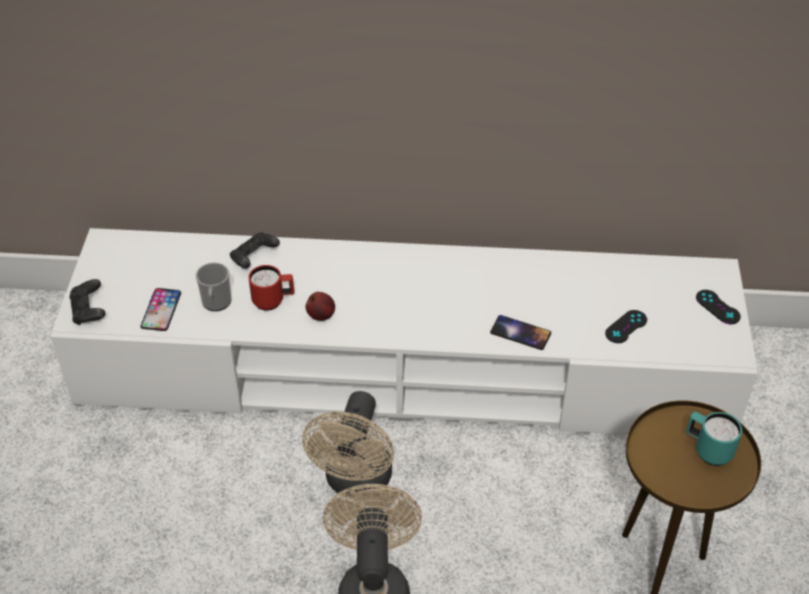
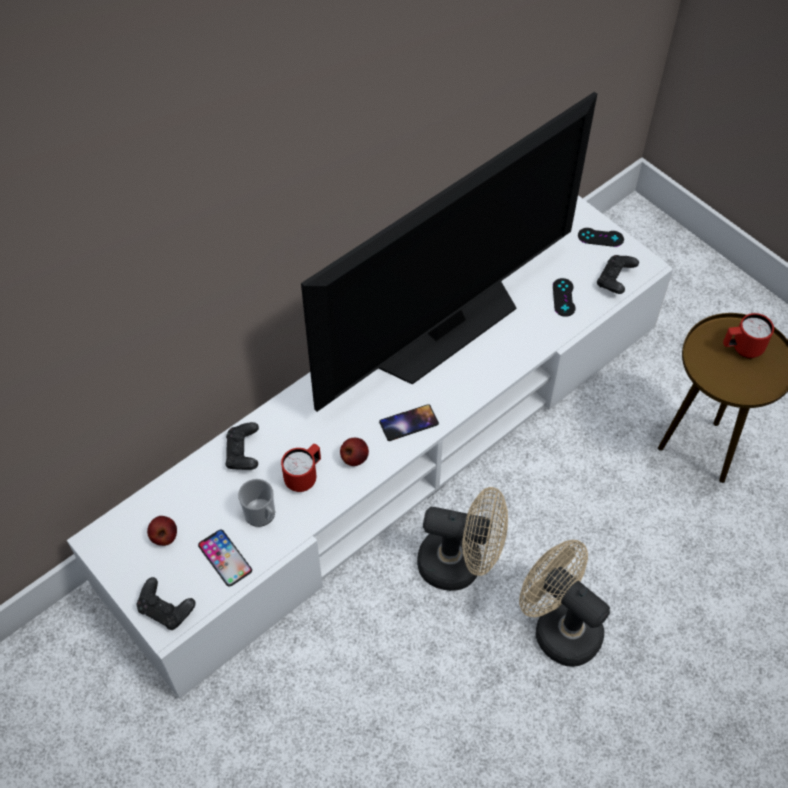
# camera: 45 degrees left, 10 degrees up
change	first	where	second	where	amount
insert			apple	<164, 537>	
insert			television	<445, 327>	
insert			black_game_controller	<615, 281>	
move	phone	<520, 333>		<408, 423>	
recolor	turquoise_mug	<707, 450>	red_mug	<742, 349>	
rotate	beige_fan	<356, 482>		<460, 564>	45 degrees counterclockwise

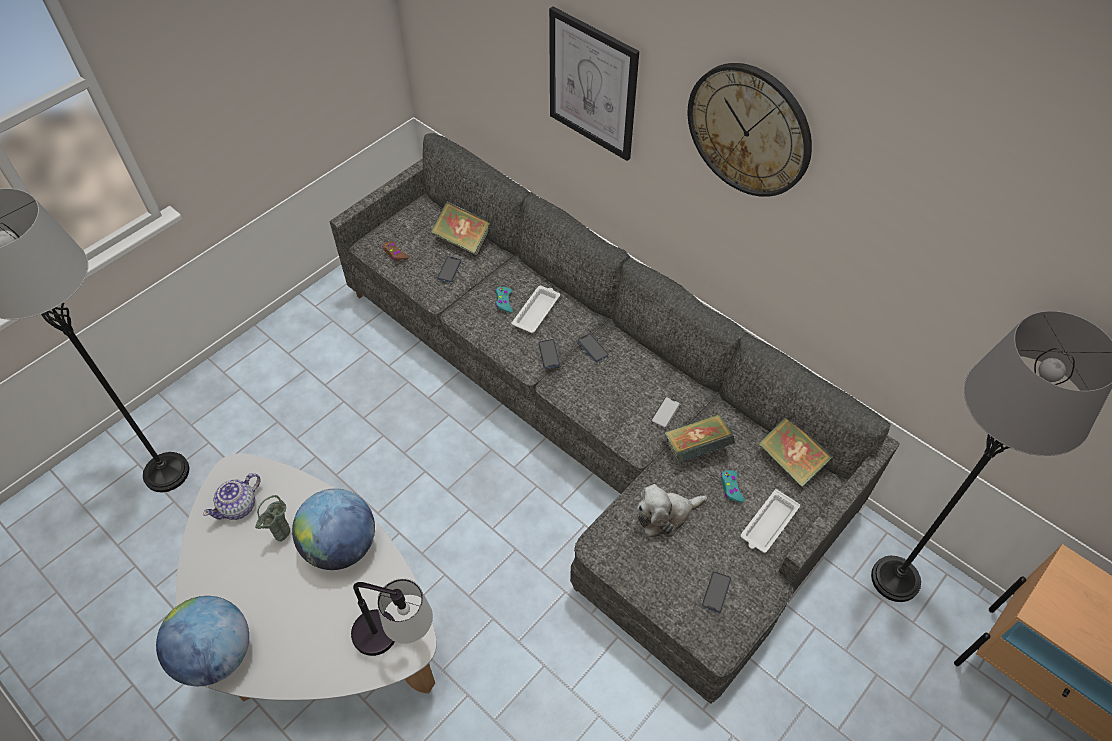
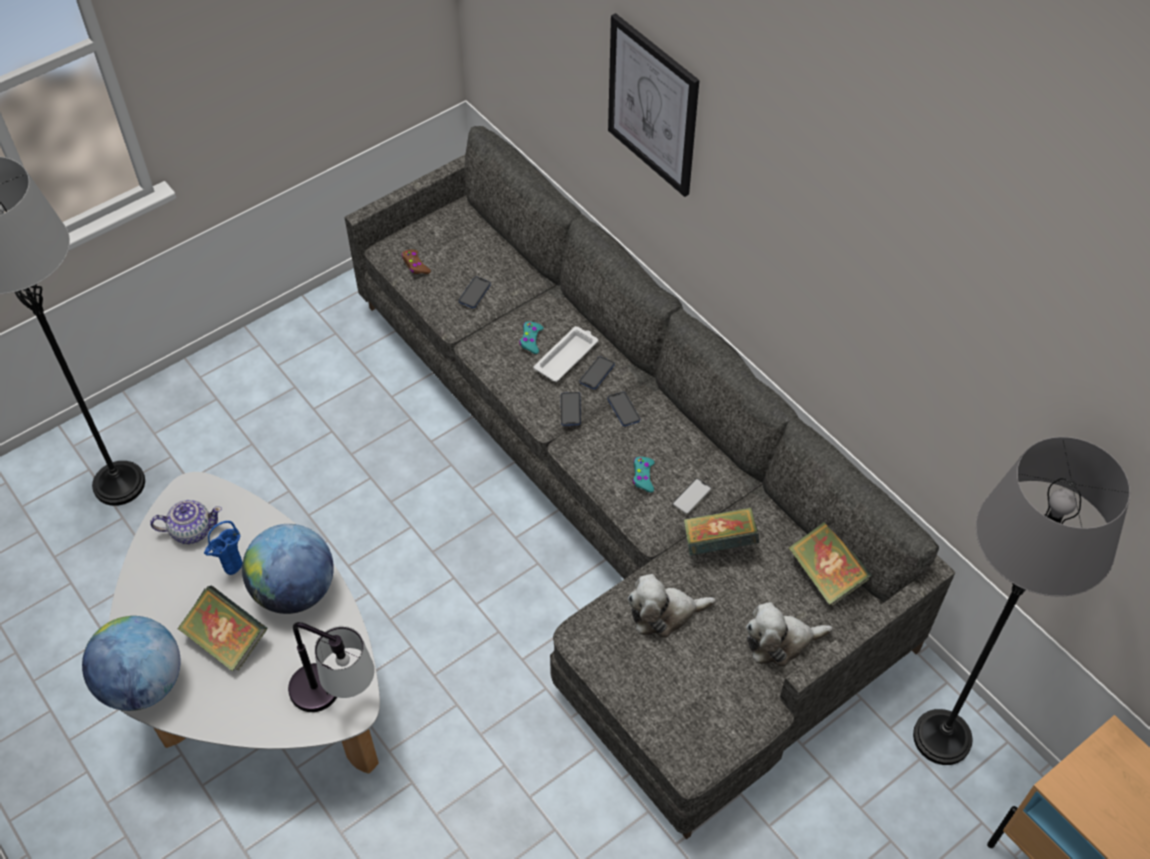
# camera: 10 degrees right, 0 degrees up
change	first	where	second	where	amount
delete	wall_clock	<749, 130>			
move	book	<463, 240>		<227, 640>	
move	phone	<716, 592>		<597, 373>	
move	turquoise_game_controller	<731, 488>		<643, 477>	
replace	white_tray	<768, 524>	plush_toy	<781, 642>	
recolor	green_vase	<283, 538>	blue_vase	<233, 572>	
rotate	teapot	<239, 506>		<191, 530>	150 degrees counterclockwise

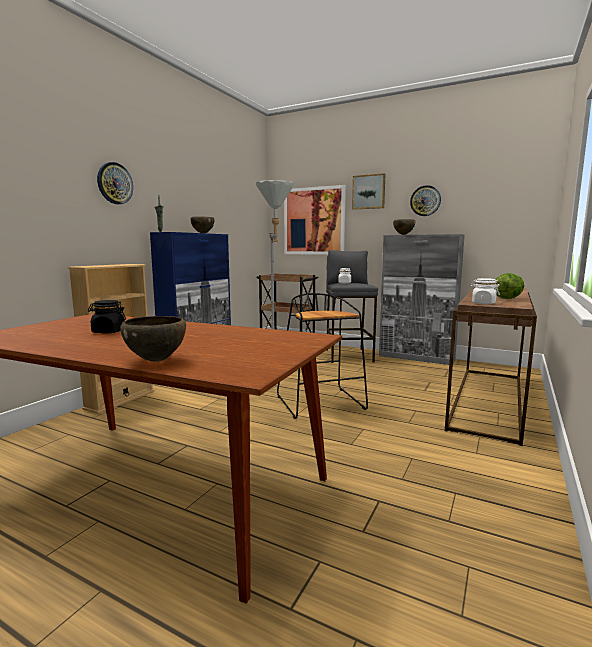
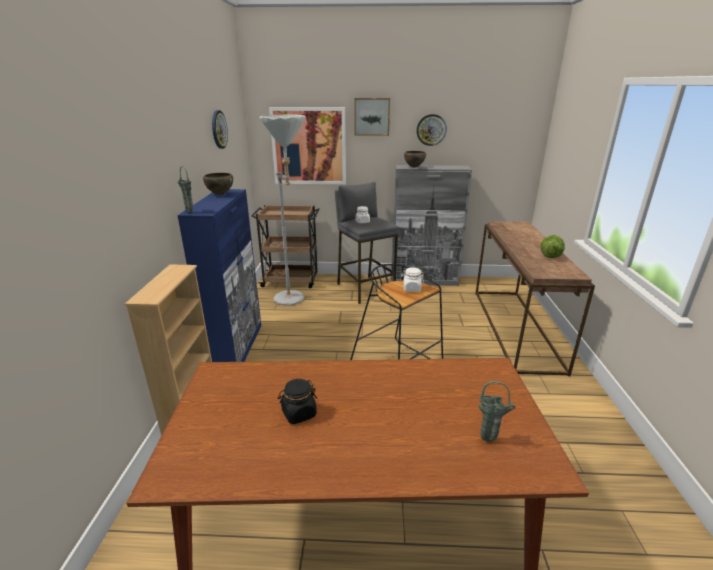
# camera: 25 degrees left, 15 degrees up
change	first	where	second	where	amount
delete	brown_bowl	<156, 360>			
insert			green_vase	<489, 440>	
move	wall_clock	<114, 183>		<218, 129>	
move	white_jar	<483, 303>		<411, 289>	

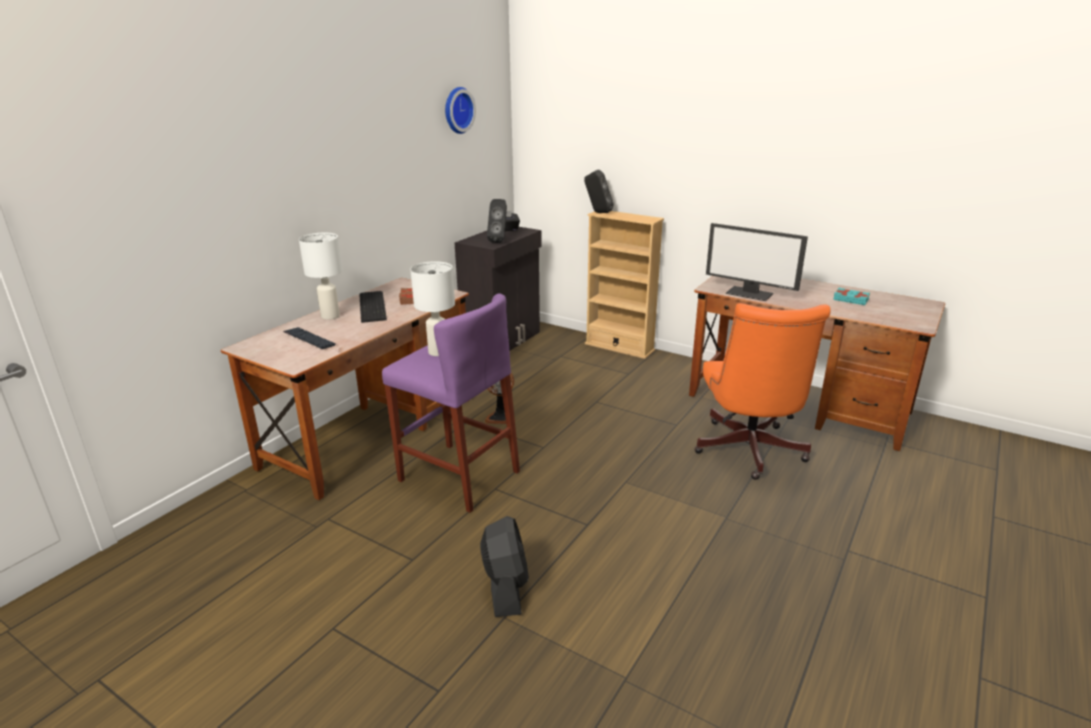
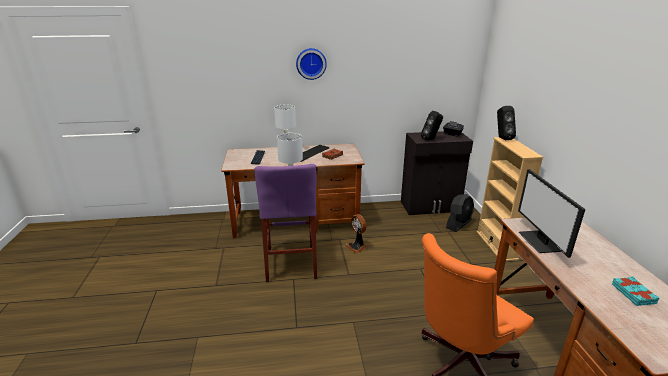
# camera: 50 degrees right, 0 degrees up
change	first	where	second	where	amount
move	wall_clock	<457, 110>		<311, 63>	
move	black_fan	<505, 587>		<458, 224>	

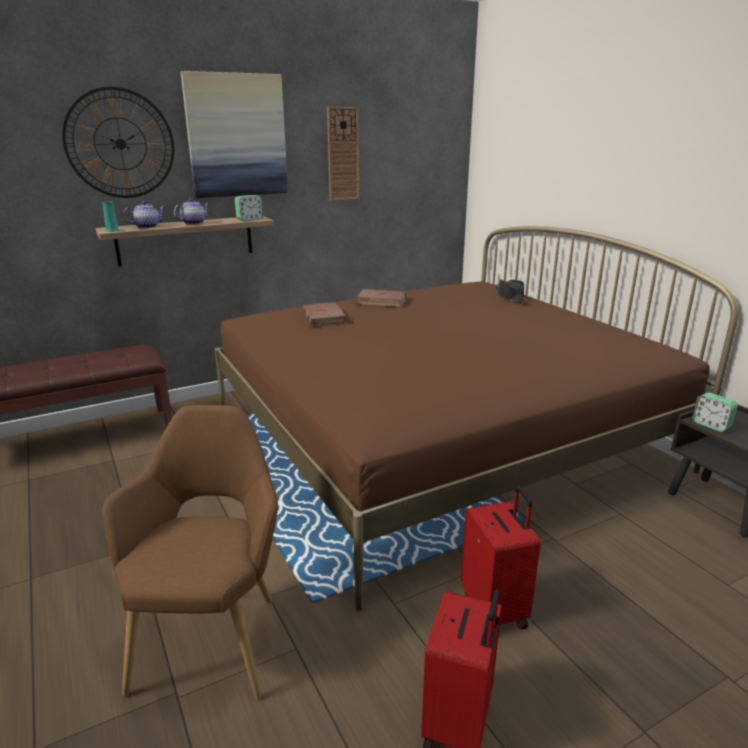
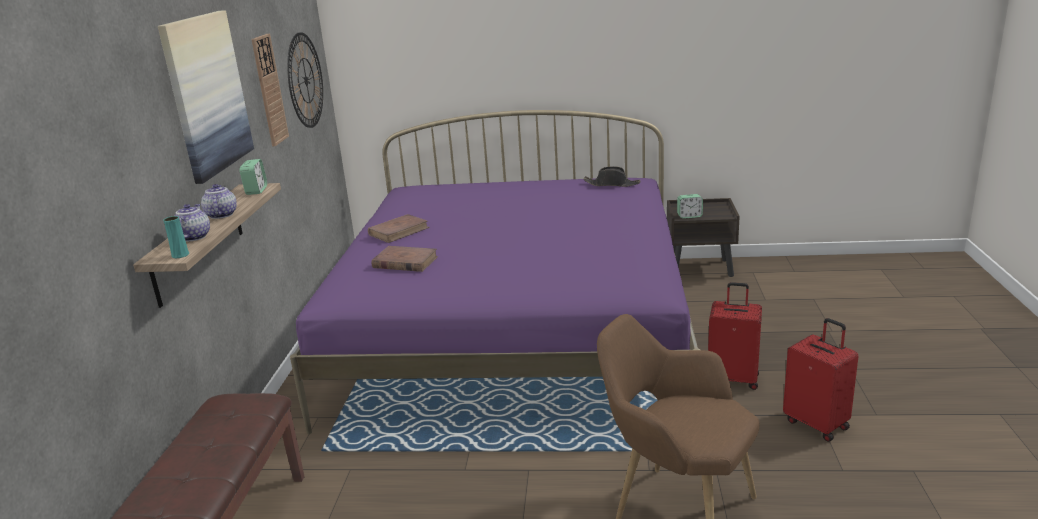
# camera: 55 degrees left, 0 degrees up
change	first	where	second	where	amount
move	wall_clock	<120, 144>		<305, 80>	
move	black_hat	<510, 297>		<612, 184>	
recolor	brown_bed	<439, 440>	purple_bed	<515, 331>	

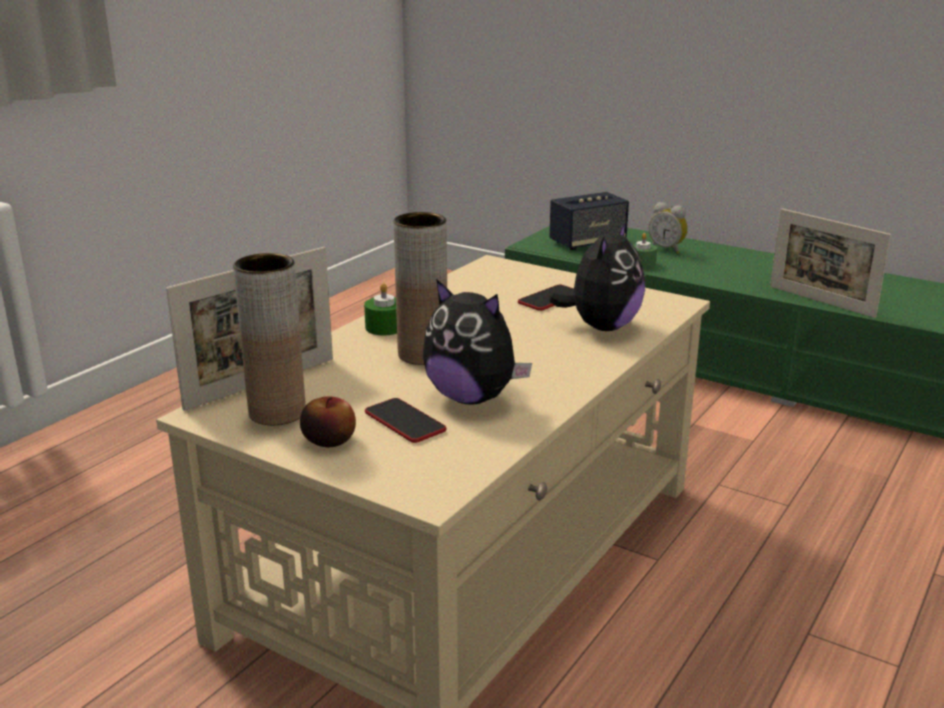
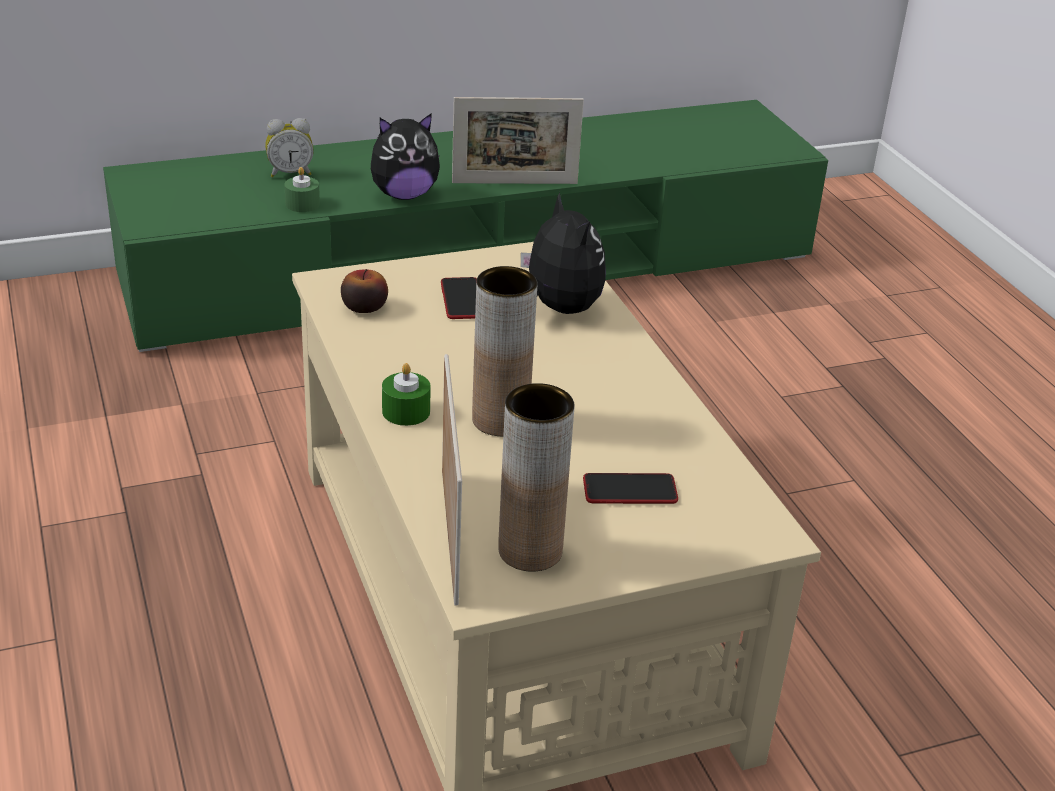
# camera: 55 degrees left, 10 degrees up
change	first	where	second	where	amount
delete	speaker	<587, 243>			
move	apple	<329, 440>		<364, 307>	
move	plush_toy	<472, 397>		<404, 195>	

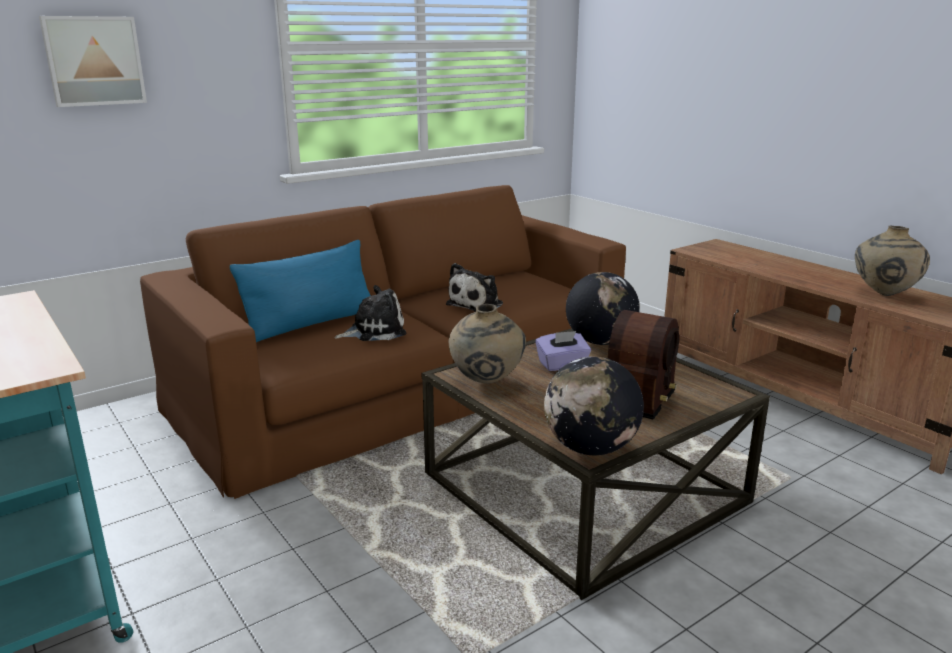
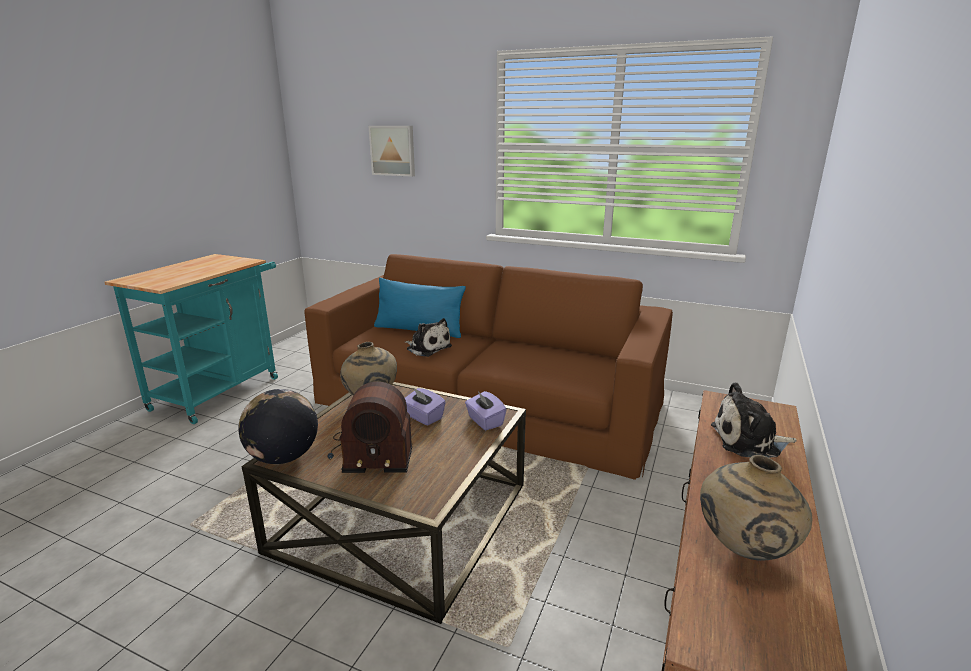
# camera: 60 degrees right, 0 degrees up
change	first	where	second	where	amount
move	plush_toy	<477, 304>		<749, 441>	
replace	globe	<600, 342>	purple_tissue_box	<485, 421>	

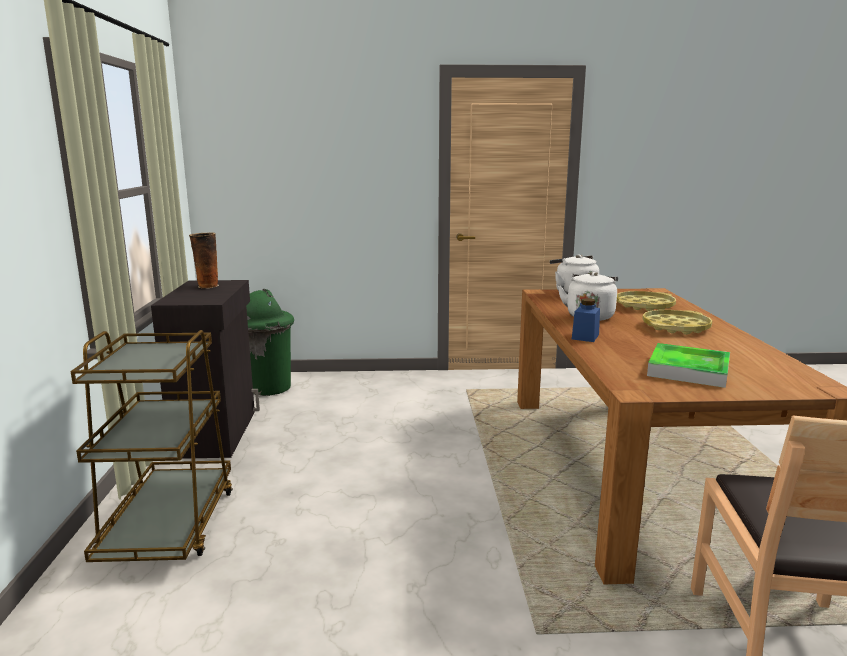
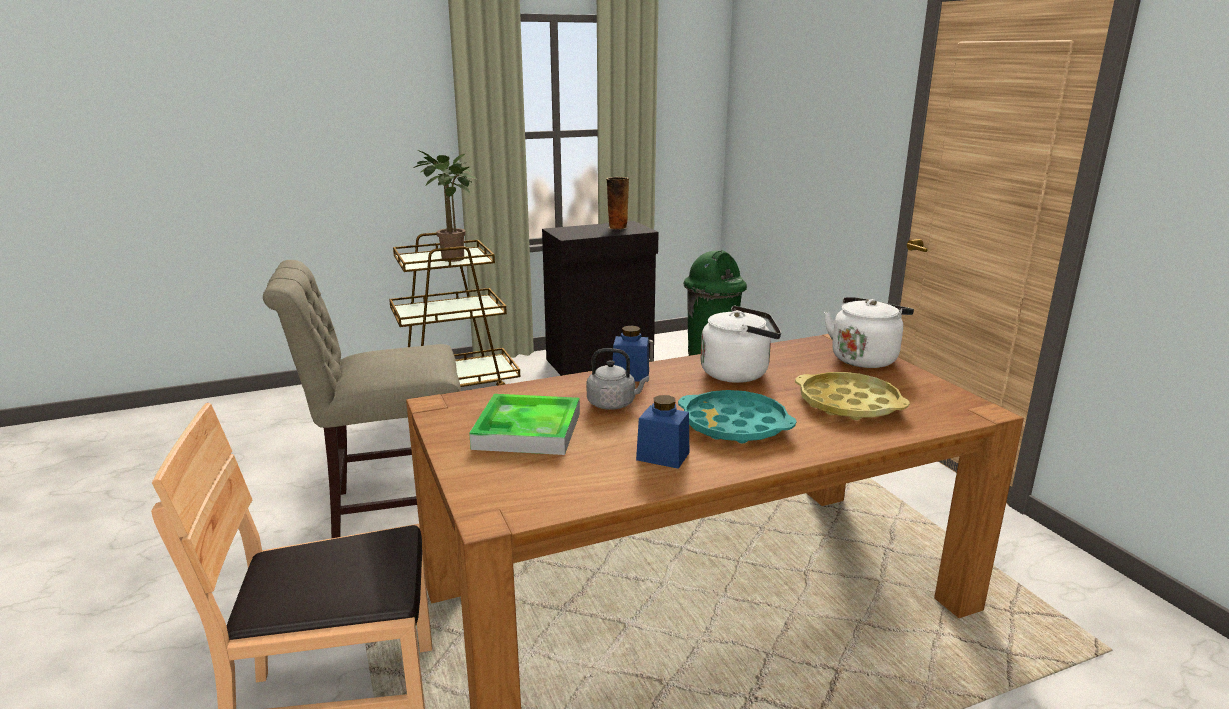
# camera: 70 degrees right, 5 degrees up
change	first	where	second	where	amount
insert			beige_chair	<390, 511>	
insert			potted_plant	<453, 260>	
insert			grey_kettle	<614, 404>	
insert			blue_jar	<663, 456>	
recolor	yellow_tray	<676, 327>	turquoise_tray	<734, 425>	

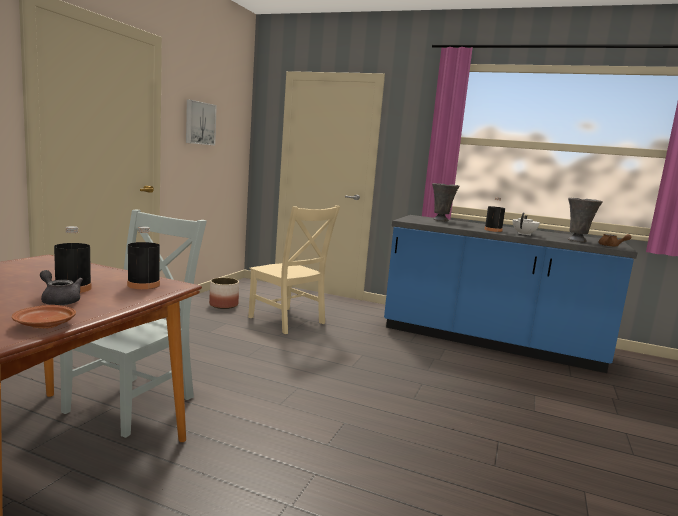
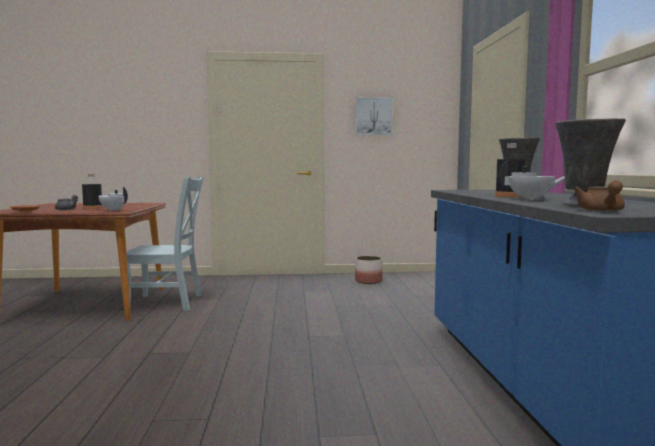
# camera: 65 degrees right, 5 degrees down
change	first	where	second	where	amount
delete	beige_chair	<288, 321>			
replace	black_bottle	<143, 285>	white_teapot	<114, 210>	

